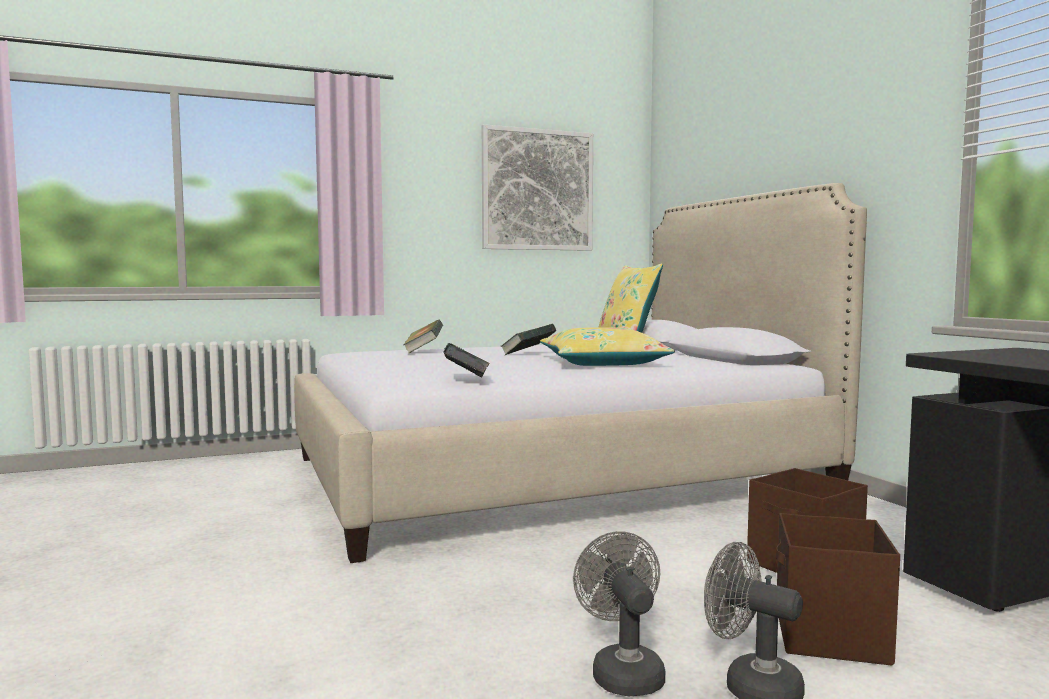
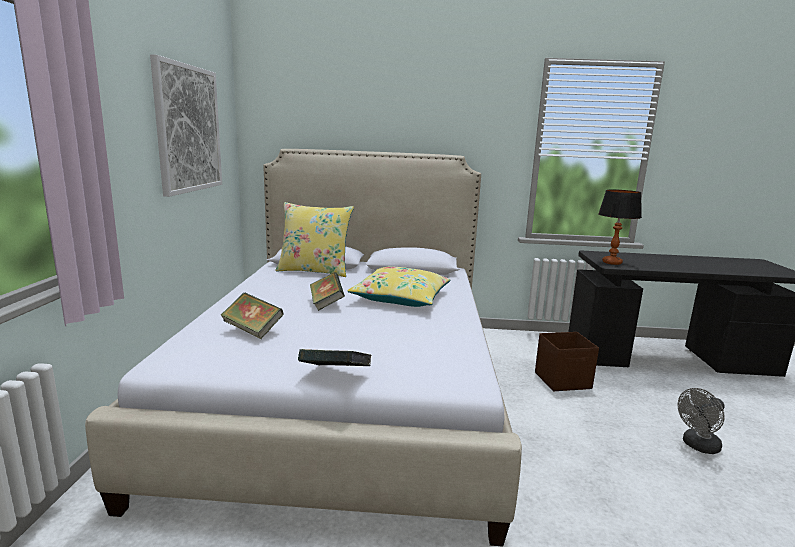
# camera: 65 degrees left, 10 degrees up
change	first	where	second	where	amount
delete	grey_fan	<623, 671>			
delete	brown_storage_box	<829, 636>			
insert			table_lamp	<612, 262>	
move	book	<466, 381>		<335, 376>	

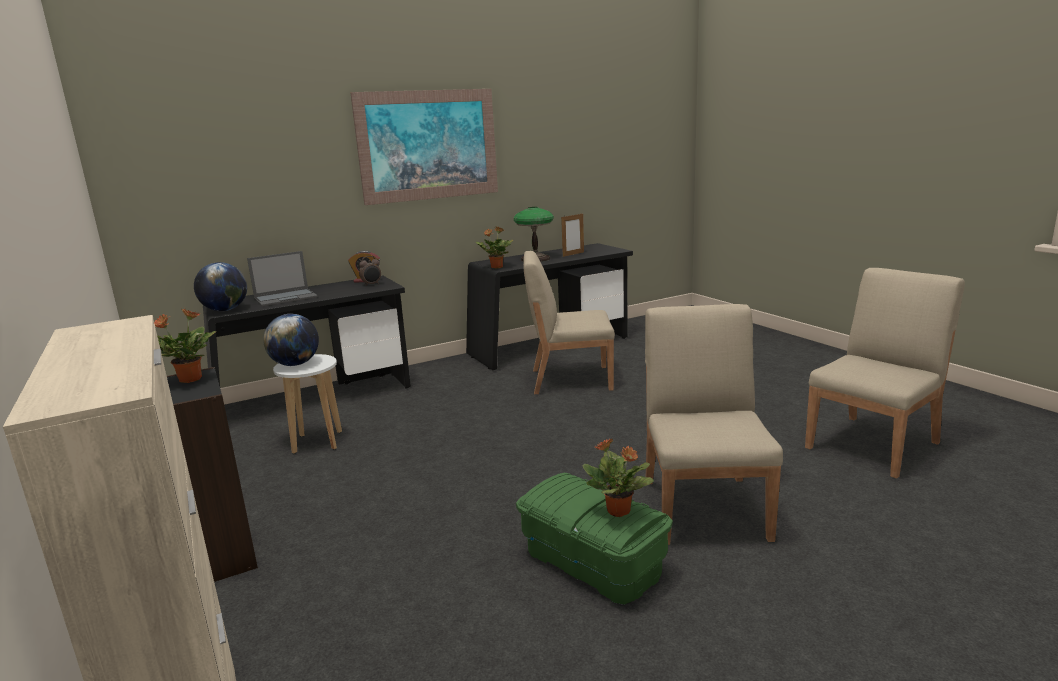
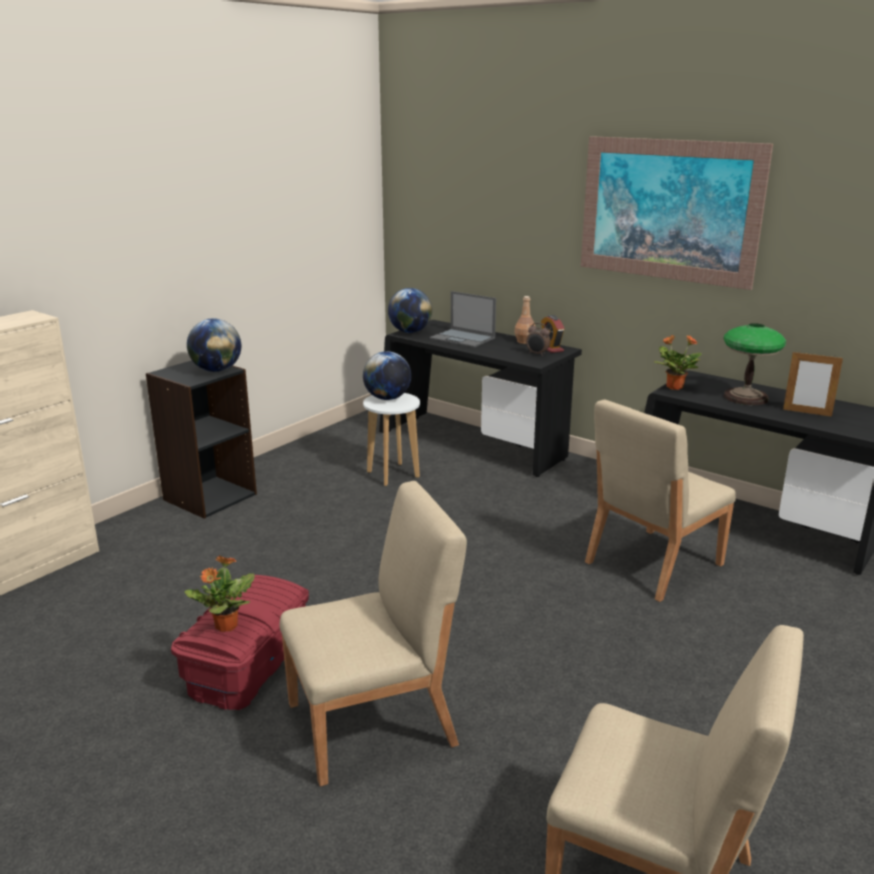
# camera: 65 degrees right, 5 degrees up
change	first	where	second	where	amount
insert			brown_bottle	<524, 341>	
replace	potted_plant	<189, 379>	globe	<216, 370>	
recolor	green_storage_box	<592, 562>	red_storage_box	<247, 665>	
rotate	beige_chair	<569, 379>		<652, 564>	105 degrees counterclockwise

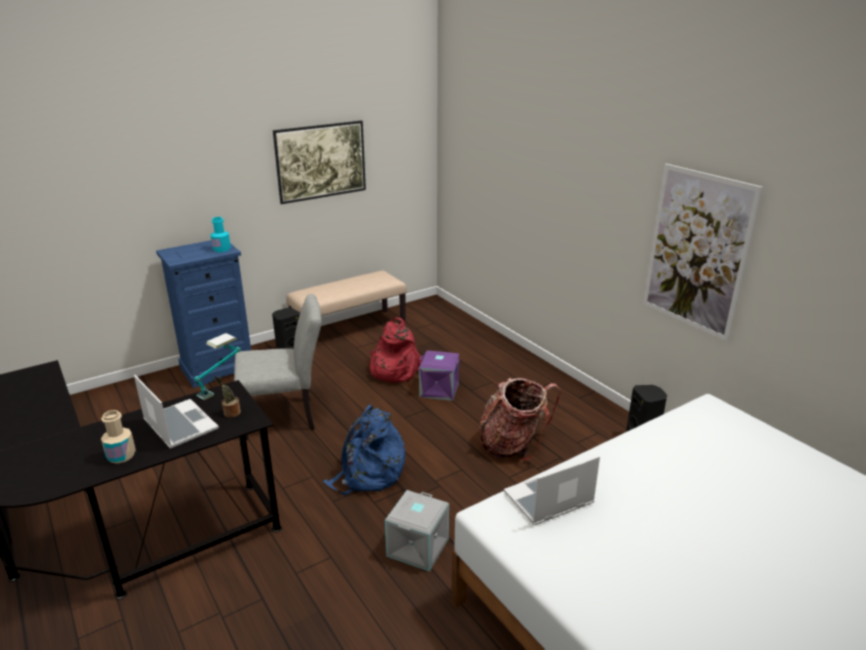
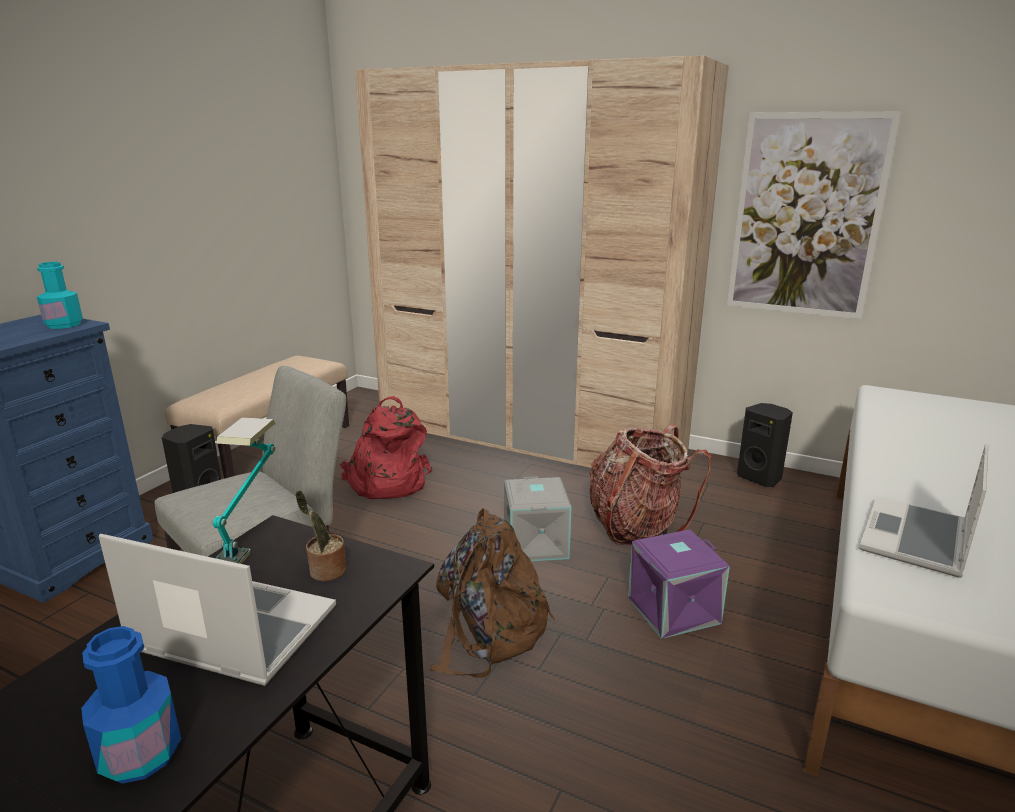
# camera: 30 degrees left, 5 degrees down
change	first	where	second	where	amount
delete	picture	<322, 179>			
insert			beige_wardrobe	<530, 440>	
move	grey_storage_box	<418, 548>		<537, 544>	
move	purple_storage_box	<438, 390>		<673, 611>	
recolor	beige_bottle	<121, 456>	blue_bottle	<140, 754>	
recolor	blue_backpack	<368, 474>	brown_backpack	<489, 631>	

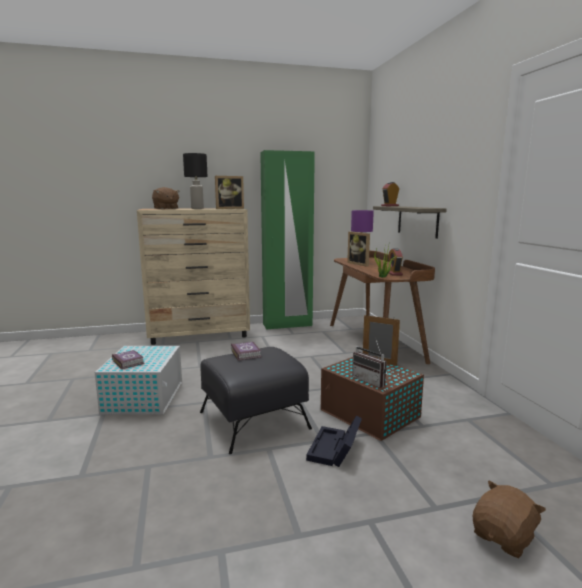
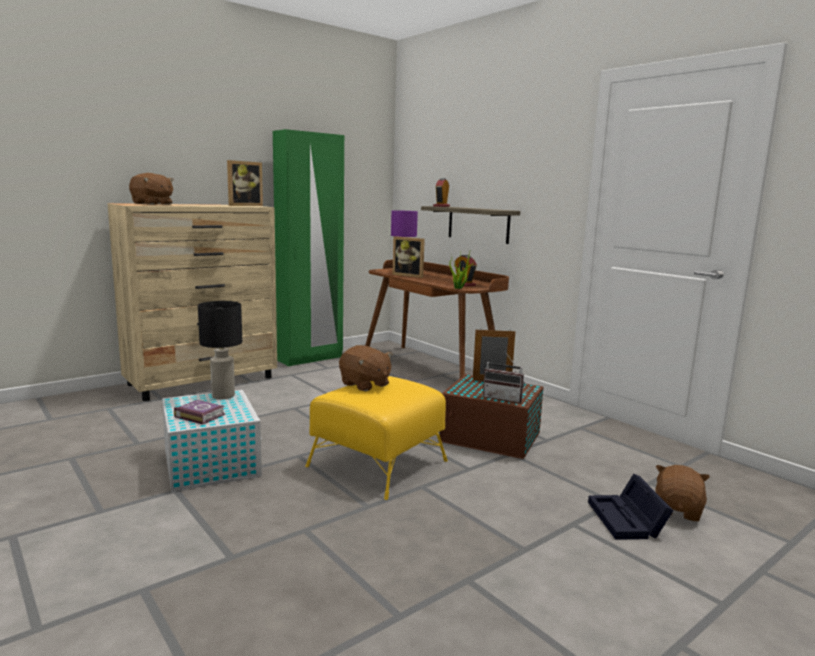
# camera: 25 degrees left, 0 degrees up
change	first	where	second	where	amount
move	black_table_lamp	<197, 208>		<223, 396>	
move	black_storage_box	<334, 450>		<628, 520>	
replace	book	<246, 353>	brown_plush_toy	<365, 384>	
recolor	black_ottoman	<254, 420>	yellow_ottoman	<378, 463>	

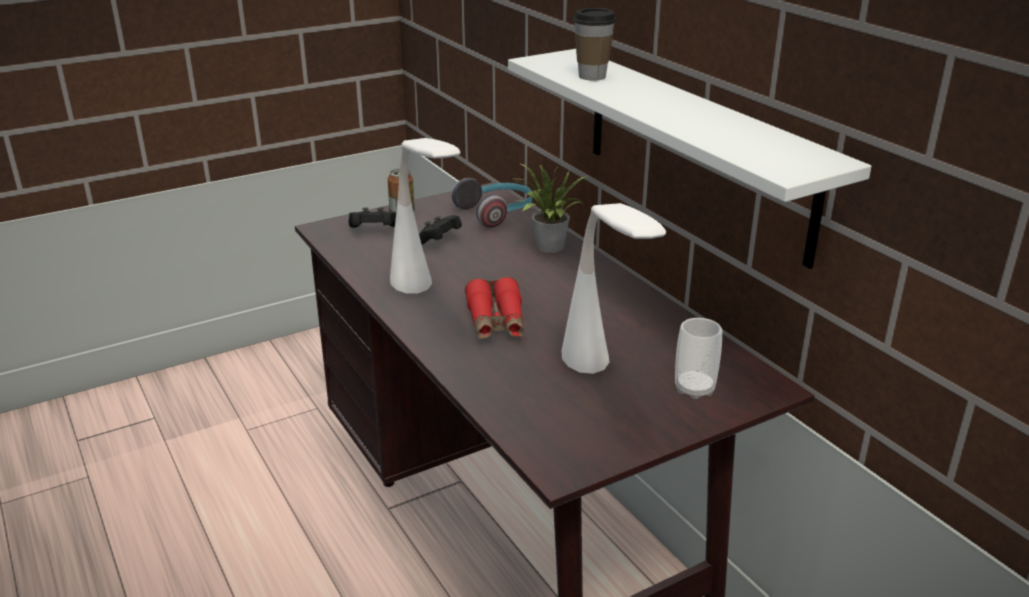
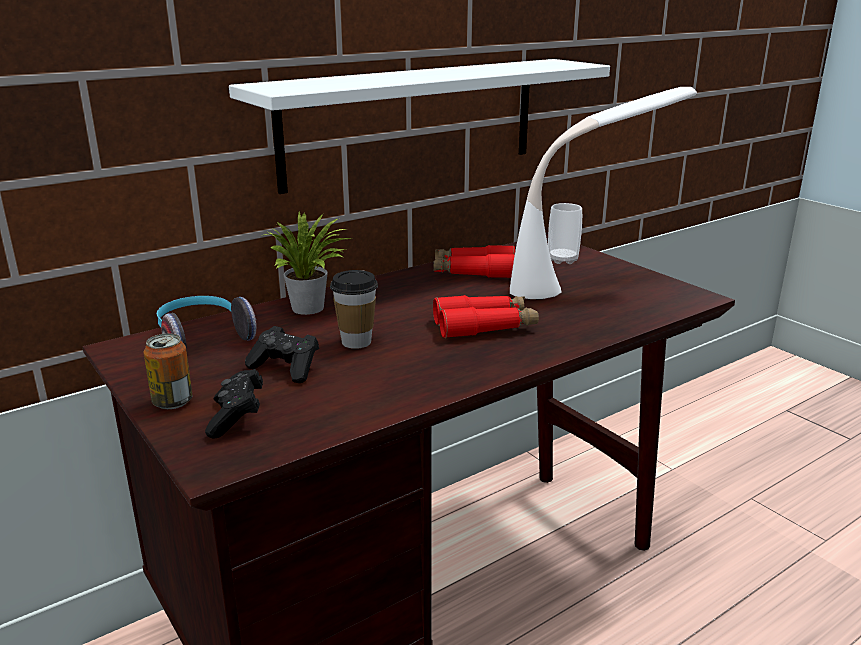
# camera: 95 degrees left, 5 degrees down
change	first	where	second	where	amount
delete	white_table_lamp	<427, 310>			
insert			red_binoculars	<474, 272>	
move	cup	<592, 76>		<356, 342>	

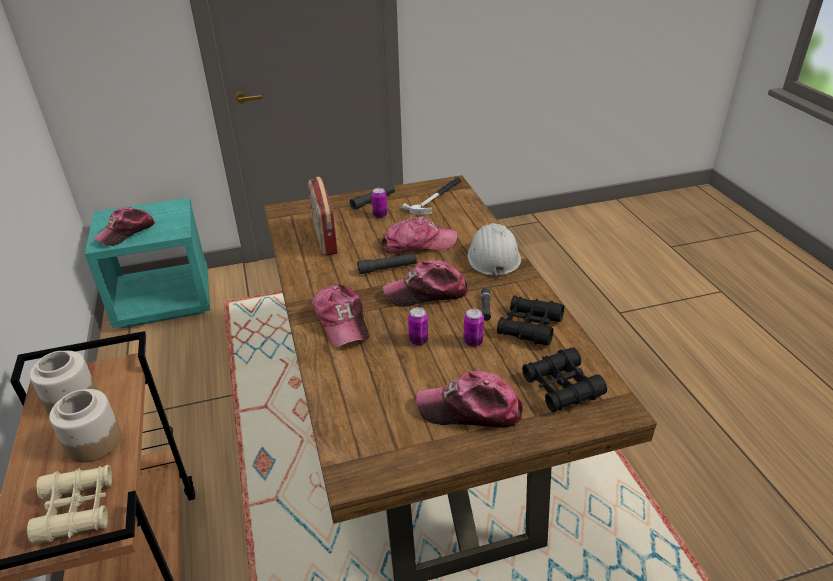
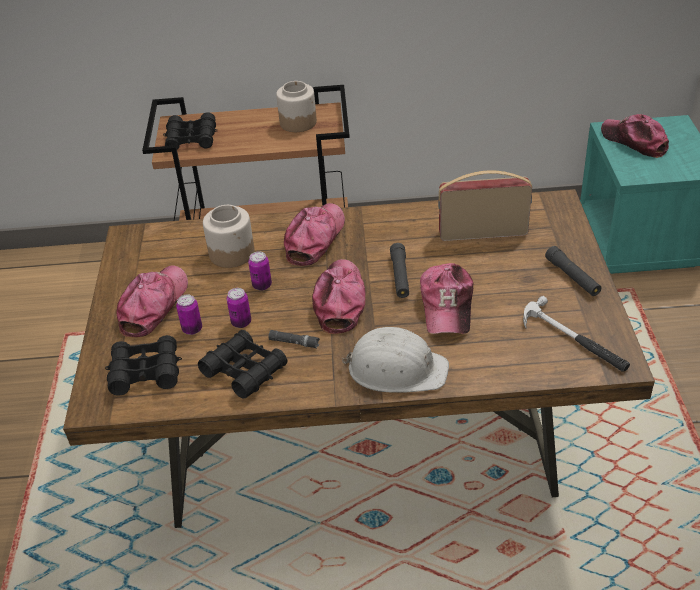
# camera: 105 degrees right, 5 degrees up
change	first	where	second	where	amount
move	jar	<93, 442>		<232, 253>	
move	can	<380, 215>		<192, 329>	
recolor	beige_binoculars	<77, 509>	black_binoculars	<191, 139>	
rotate	cap	<342, 321>		<315, 239>	120 degrees clockwise

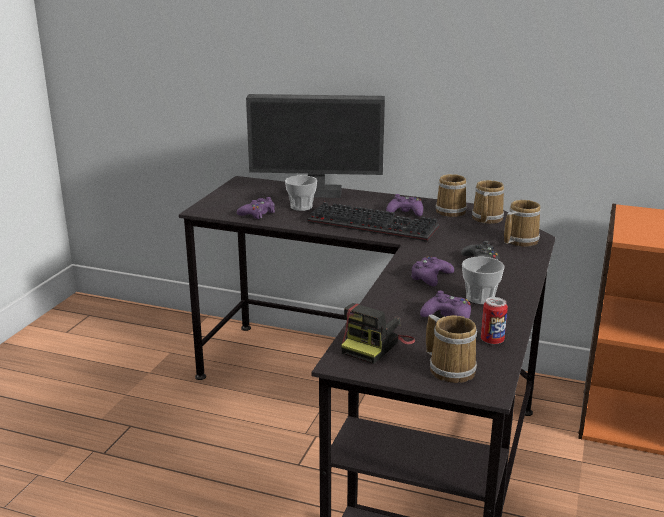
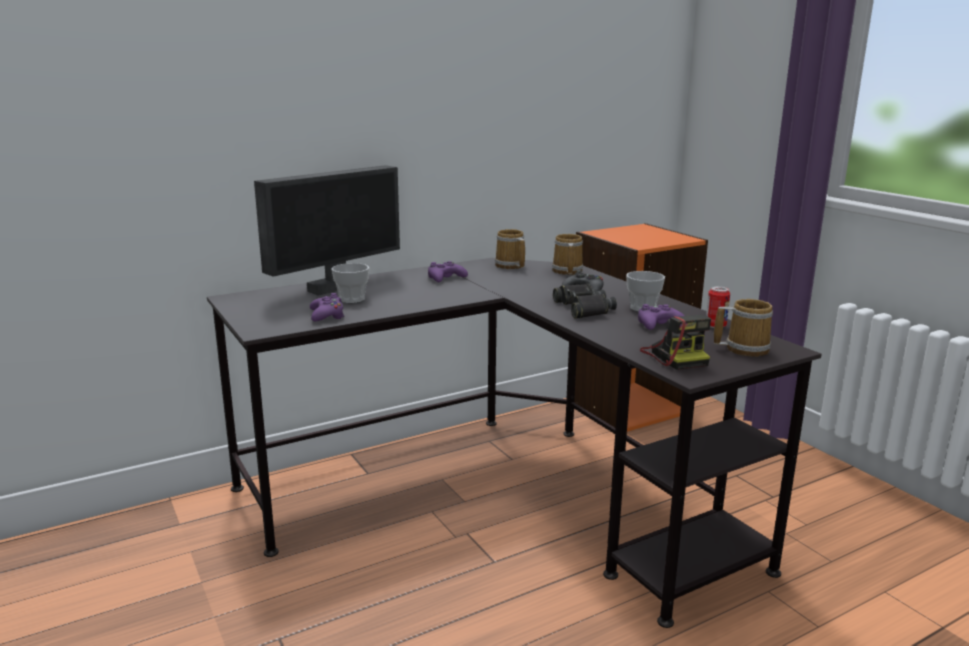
# camera: 50 degrees left, 5 degrees down
change	first	where	second	where	amount
delete	keyboard	<375, 225>			
delete	mug	<451, 210>			
replace	purple_game_controller	<430, 277>	black_binoculars	<583, 308>	

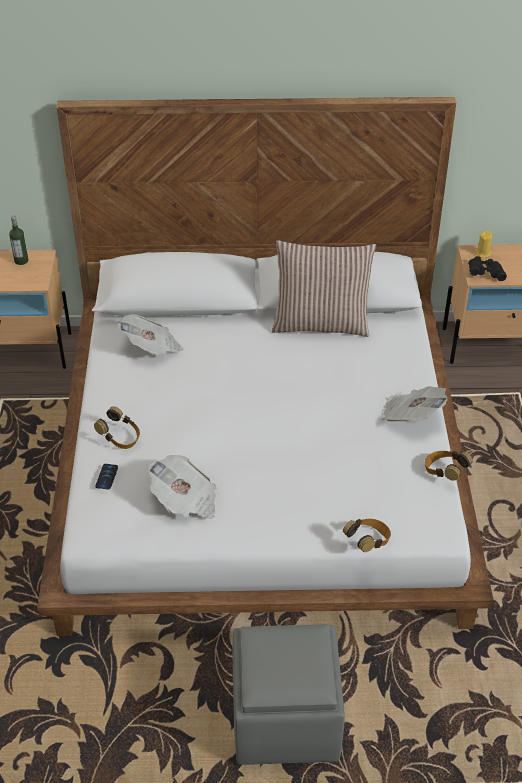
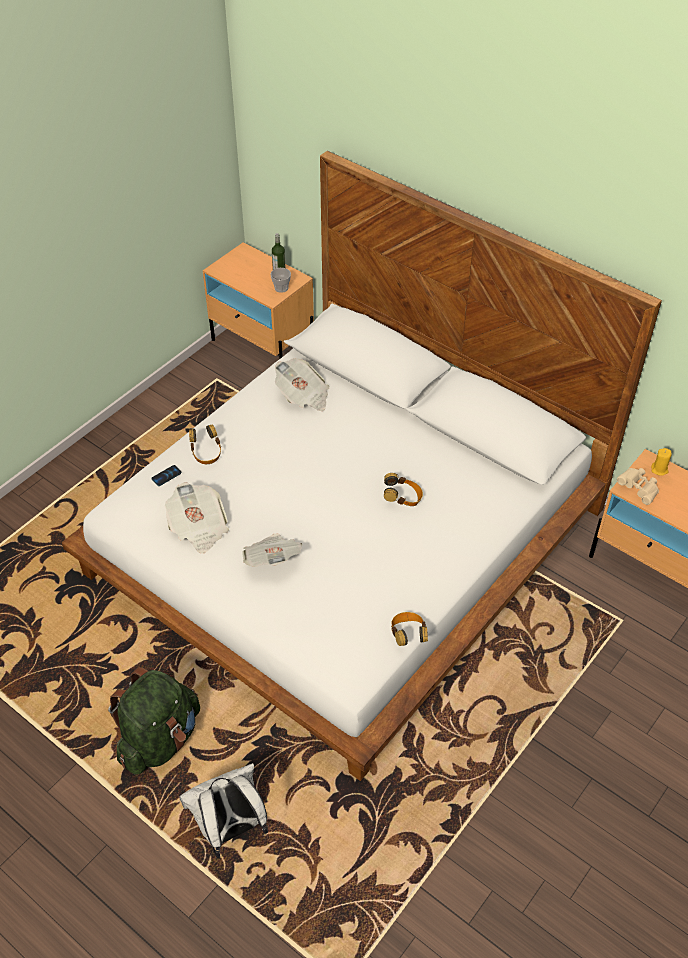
# camera: 40 degrees right, 5 degrees up
change	first	where	second	where	amount
delete	pillow	<321, 323>			
insert			white_backpack	<231, 829>	
insert			cup	<281, 288>	
move	headphones	<368, 542>		<402, 499>	
move	newspaper	<411, 416>		<272, 560>	
replace	grey_ottoman	<284, 718>	green_backpack	<160, 739>	
recolor	black_binoculars	<485, 274>	beige_binoculars	<638, 489>	

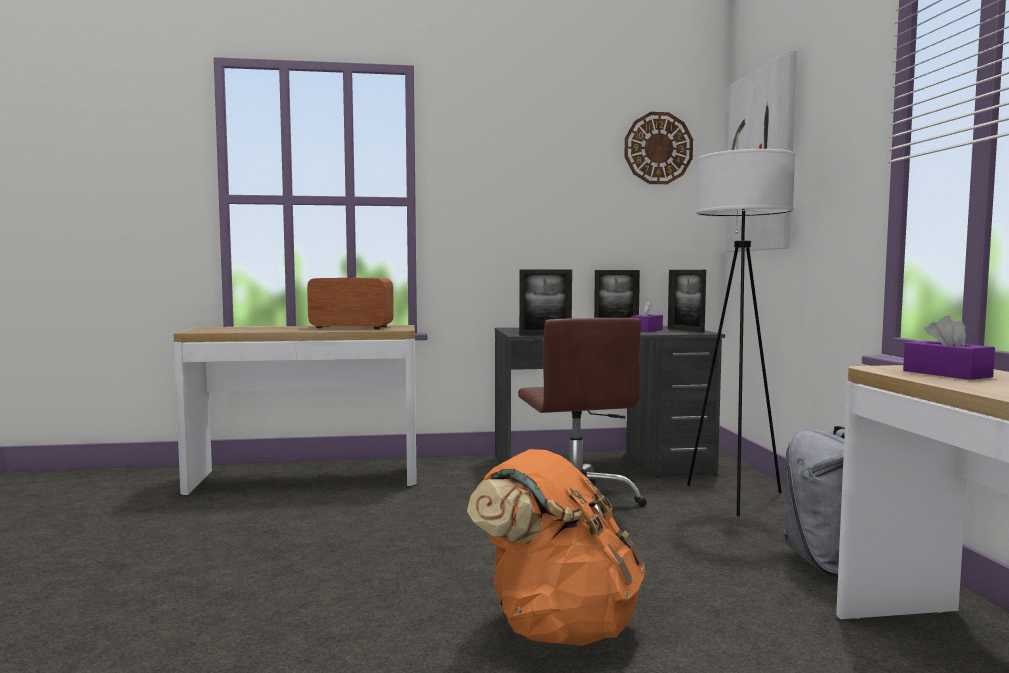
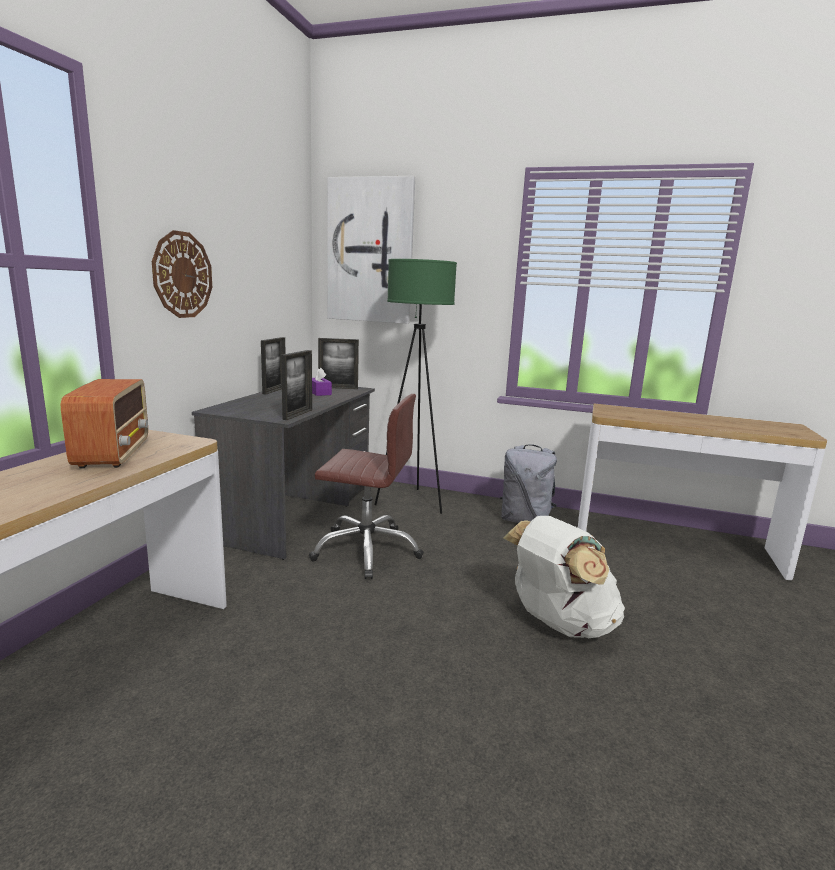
# camera: 65 degrees left, 10 degrees up
change	first	where	second	where	amount
delete	purple_tissue_box	<946, 374>			
move	wall_clock	<658, 148>		<182, 275>	
recolor	orange_backpack	<557, 626>	white_backpack	<559, 624>	
recolor	white_floor_lamp	<734, 498>	green_floor_lamp	<412, 502>	
rotate	radio	<350, 327>		<113, 453>	135 degrees clockwise

